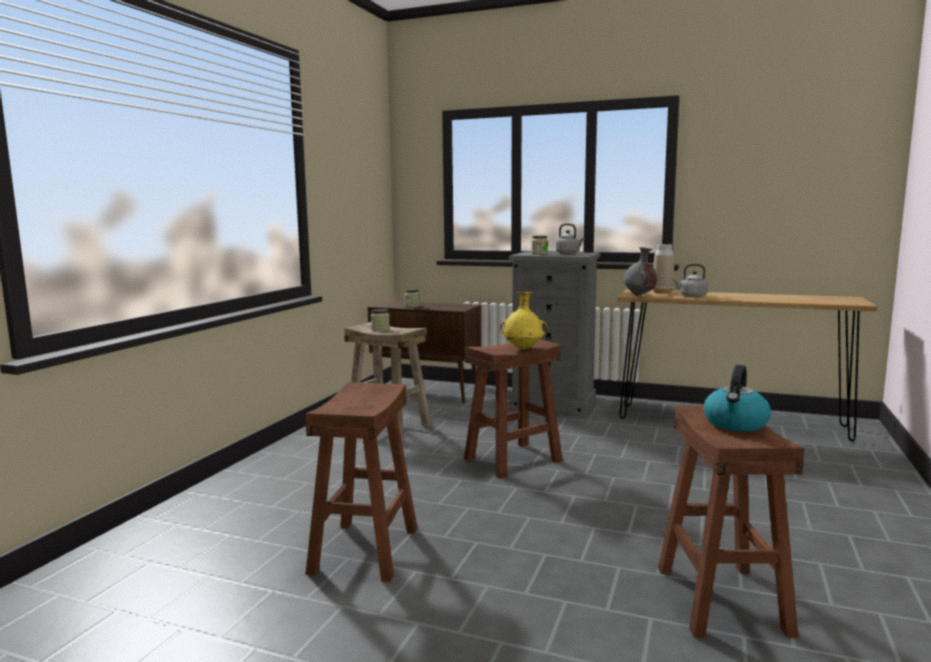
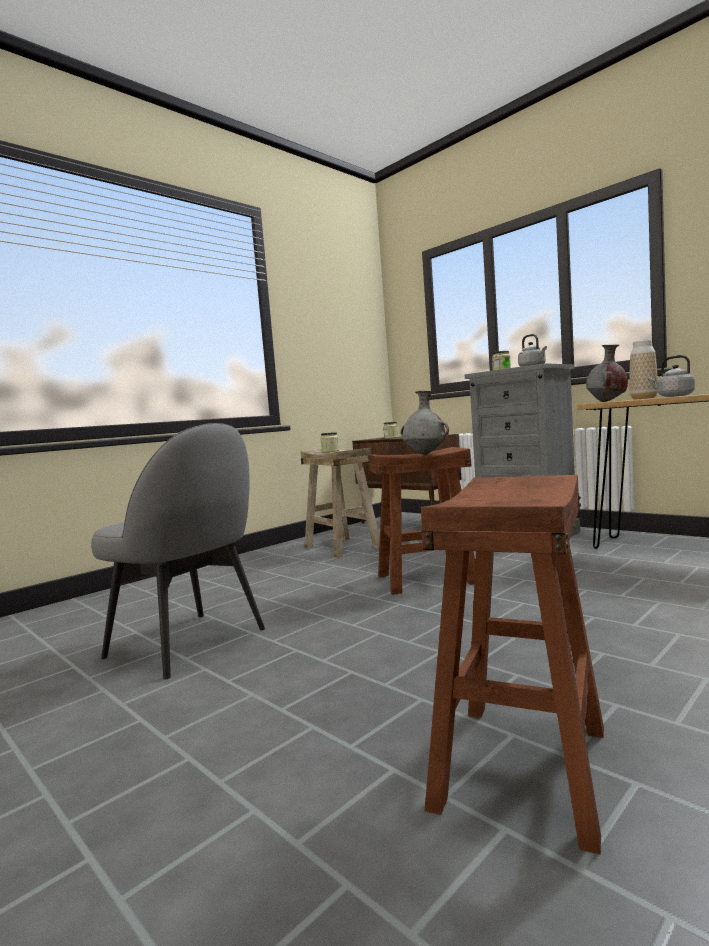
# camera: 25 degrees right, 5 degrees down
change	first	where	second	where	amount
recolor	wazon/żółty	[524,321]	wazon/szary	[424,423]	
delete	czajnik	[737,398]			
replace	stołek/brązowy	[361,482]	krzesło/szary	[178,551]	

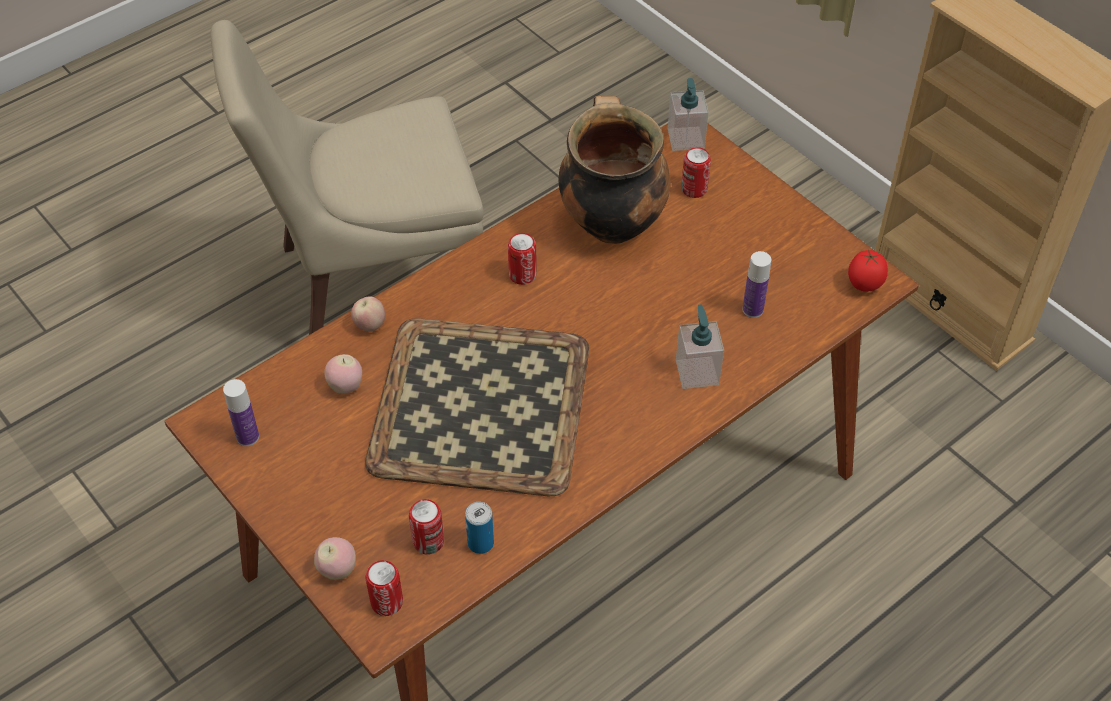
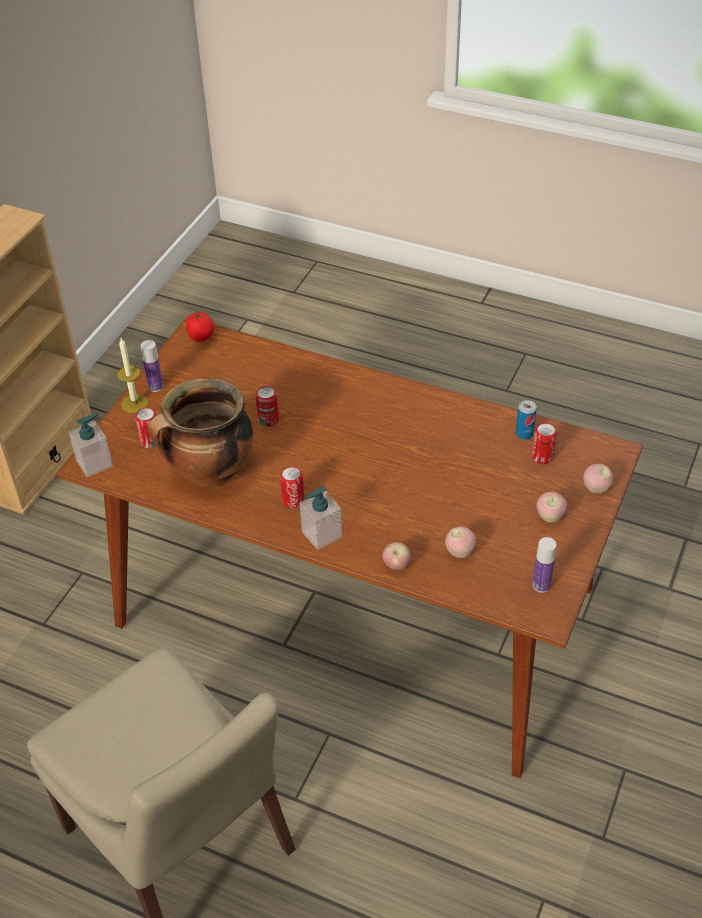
# camera: 115 degrees left, 5 degrees down
change	first	where	second	where	amount
move	butelka	[756,284]		[152,366]	
move	dozownik mydła	[700,346]		[321,518]	
delete	taca	[477,407]			
move	puszka	[384,588]		[267,406]	
insert			świeca	[132,375]	
insert			jabłko	[551,507]	

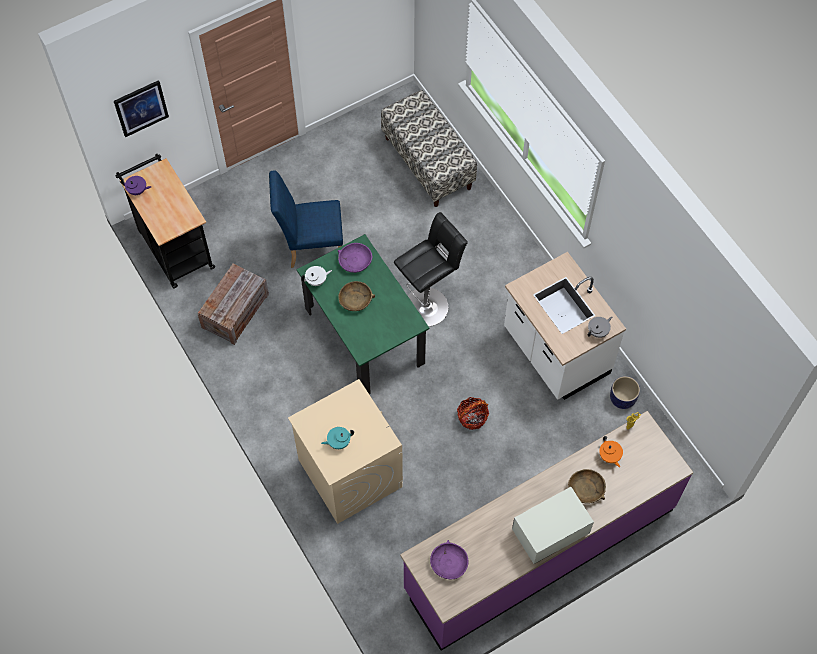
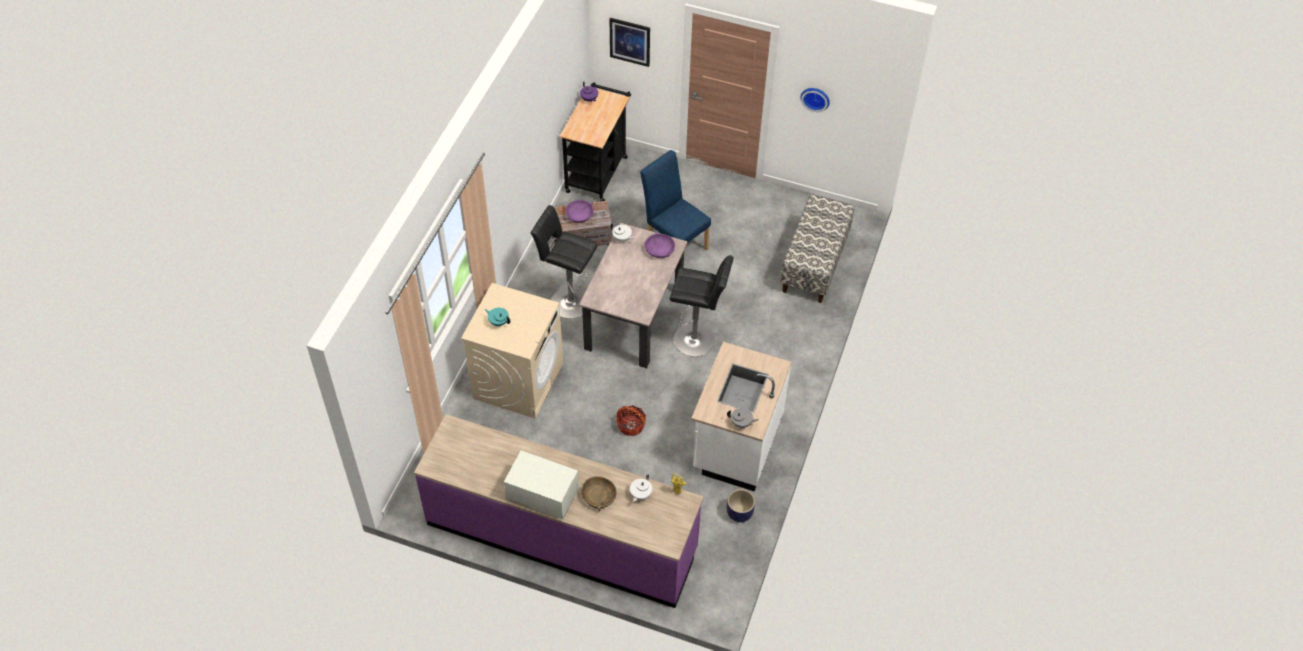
# camera: 50 degrees right, 10 degrees down
change	first	where	second	where	amount
recolor	stół jadalny/zielony	[363,314]	stół jadalny/beżowy	[633,295]	
delete	miska/brązowy	[356,296]			
recolor	imbryk/pomarańczowy	[611,451]	imbryk/biały	[641,488]	
move	miska/fioletowy	[449,559]		[580,211]	
insert			zegar ścienny	[815,100]	
insert			stołek/czarny	[564,262]	

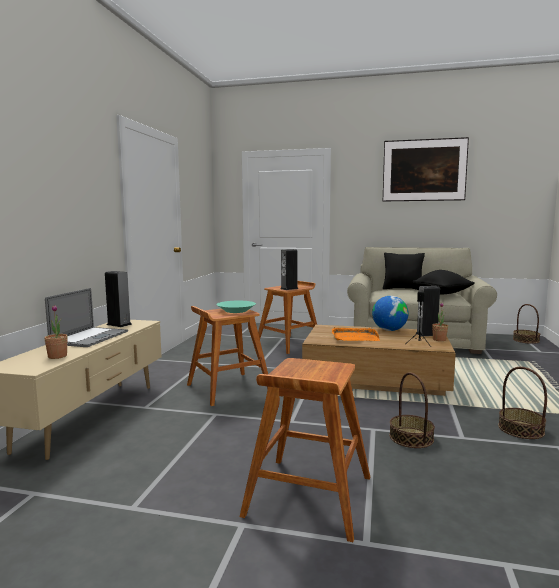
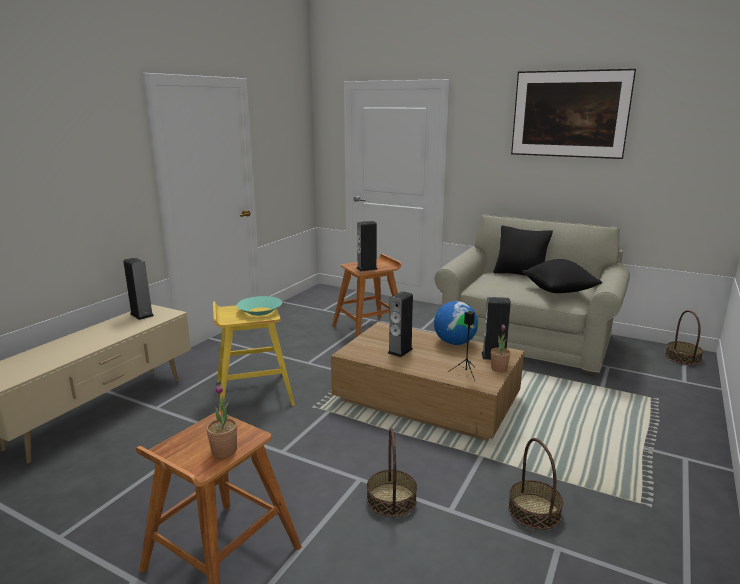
# camera: 15 degrees right, 10 degrees up
change	first	where	second	where	amount
delete	laptop	[86,317]			
move	roślina doniczkowa	[56,332]		[221,421]	
recolor	stołek/brązowy	[227,356]	stołek/żółty	[254,357]	
replace	taca/pomarańczowy	[356,334]	głośnik	[400,324]	

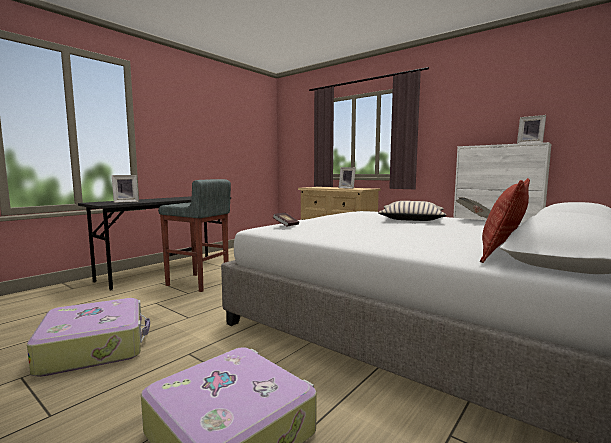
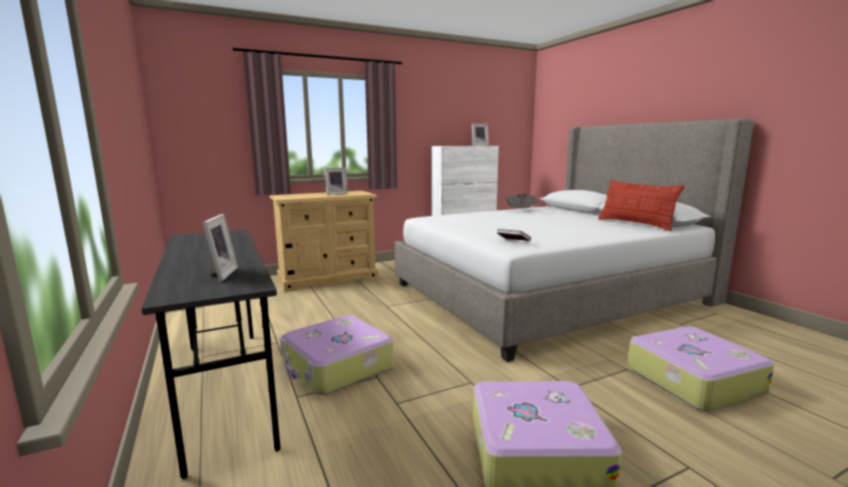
# camera: 65 degrees left, 5 degrees up
change	first	where	second	where	amount
replace	stołek/szary	[194,235]	walizka	[337,355]	
delete	poduszka/beżowy	[412,211]			

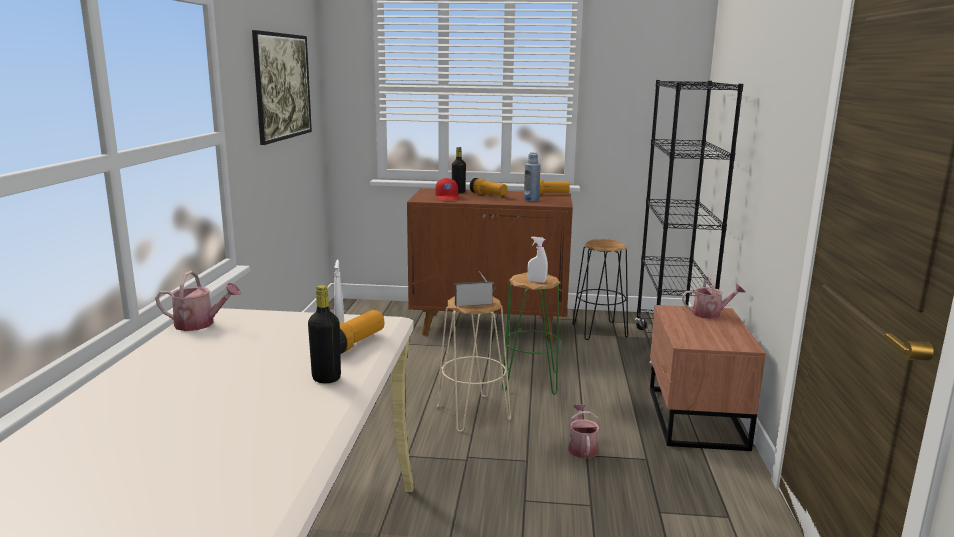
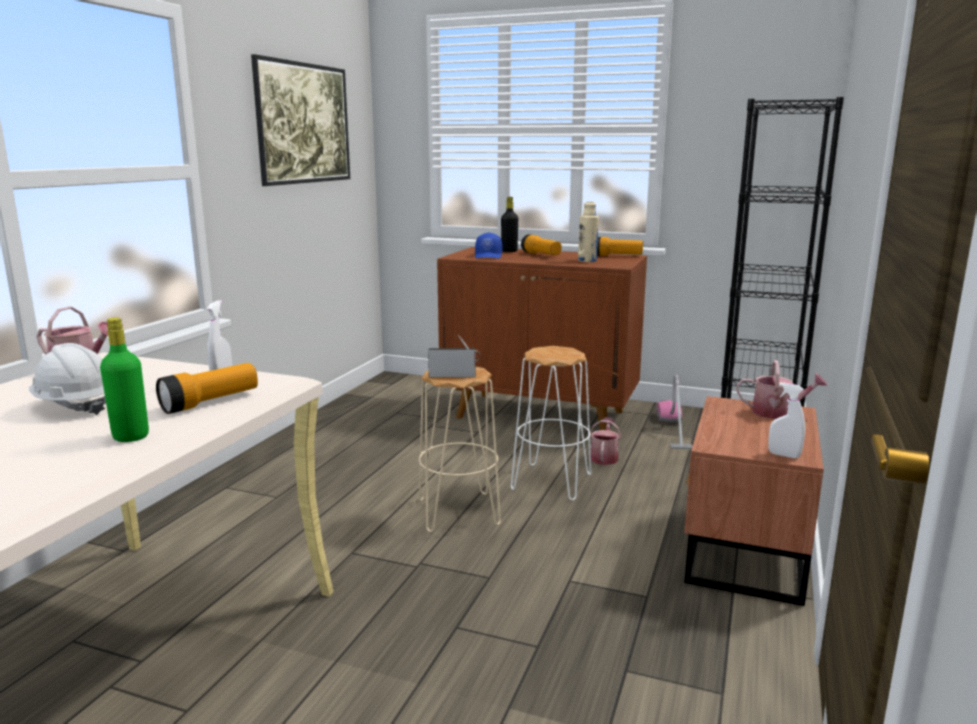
# camera: 15 degrees right, 0 degrees up
change	first	where	second	where	amount
recolor	butelka/niebieski	[532,176]	butelka/beżowy	[588,231]	
recolor	czapka z daszkiem/czerwony	[447,189]	czapka z daszkiem/niebieski	[488,245]	
move	spryskiwacz/biały	[537,260]		[786,421]	
replace	stołek/czarny	[600,289]	odkurzacz	[675,412]	
recolor	stołek/zielony	[532,333]	stołek/biały	[551,423]	
recolor	butelka/czarny	[324,334]	butelka/zielony	[124,380]	
move	konewka	[584,431]		[605,441]	
insert			kask/biały	[67,379]	

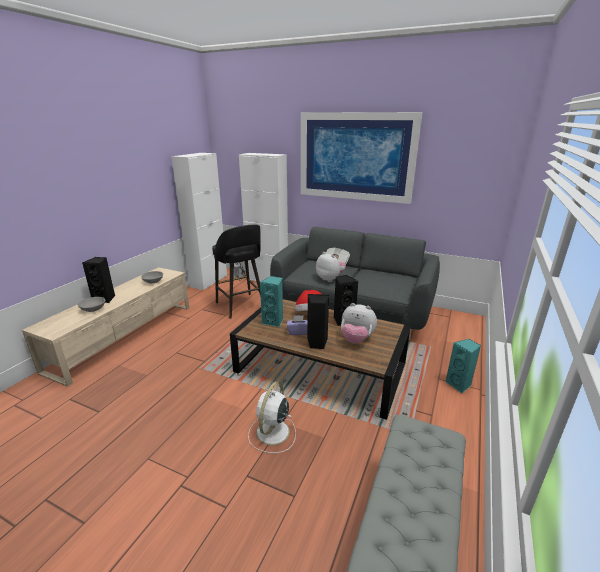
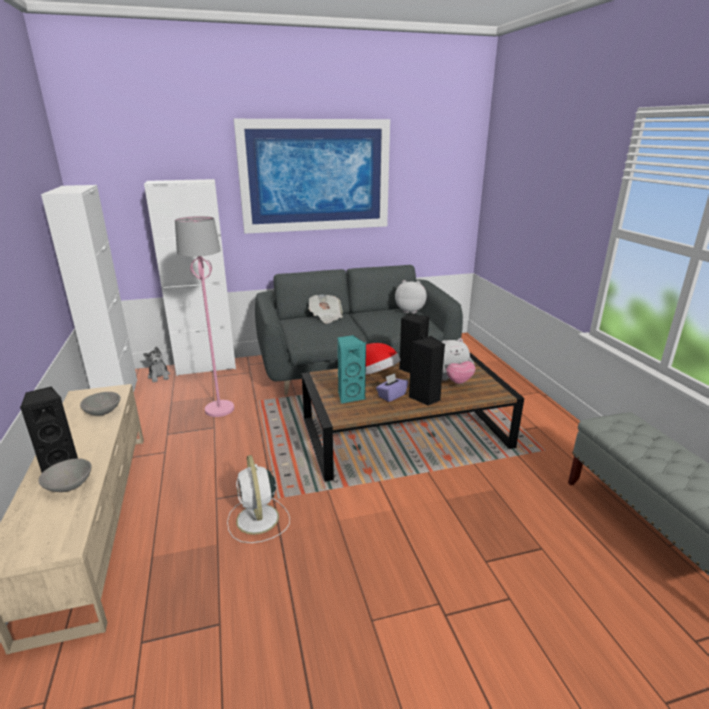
# camera: 40 degrees left, 0 degrees up
change	first	where	second	where	amount
replace	stołek/czarny	[236,272]	lampa stojąca/różowy	[204,316]	
move	pluszak	[331,267]		[411,297]	
delete	głośnik/turkusowy	[463,366]			
move	wentylator/biały	[272,417]		[258,499]	

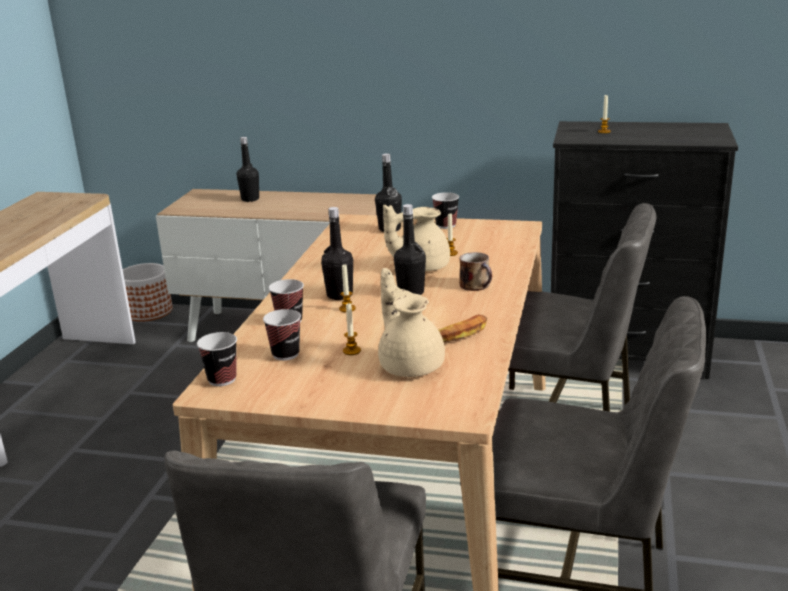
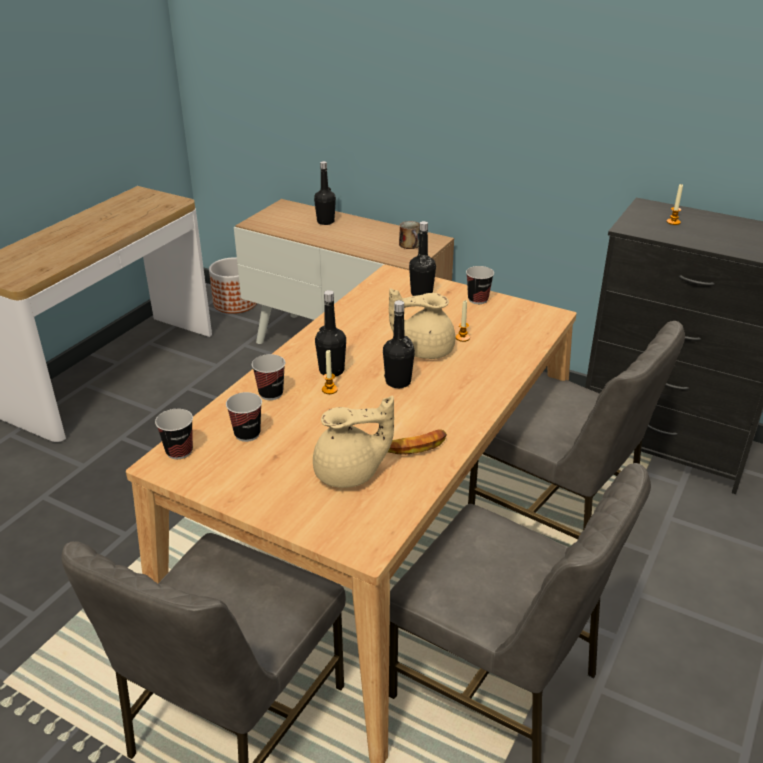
# camera: 15 degrees right, 10 degrees up
change	first	where	second	where	amount
move	kubek	[475,271]		[409,235]	
rotate	imbryk/beżowy	[411,322]		[353,442]	90 degrees clockwise
delete	świeca	[352,328]			

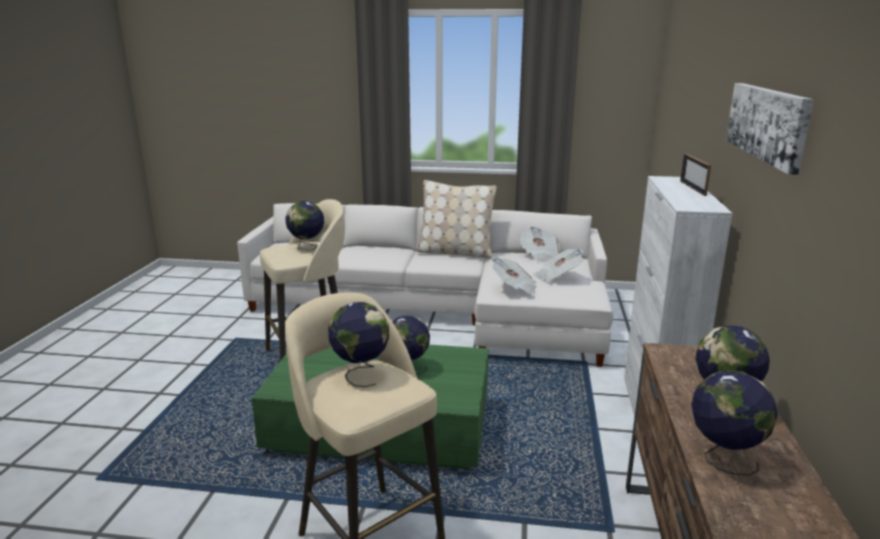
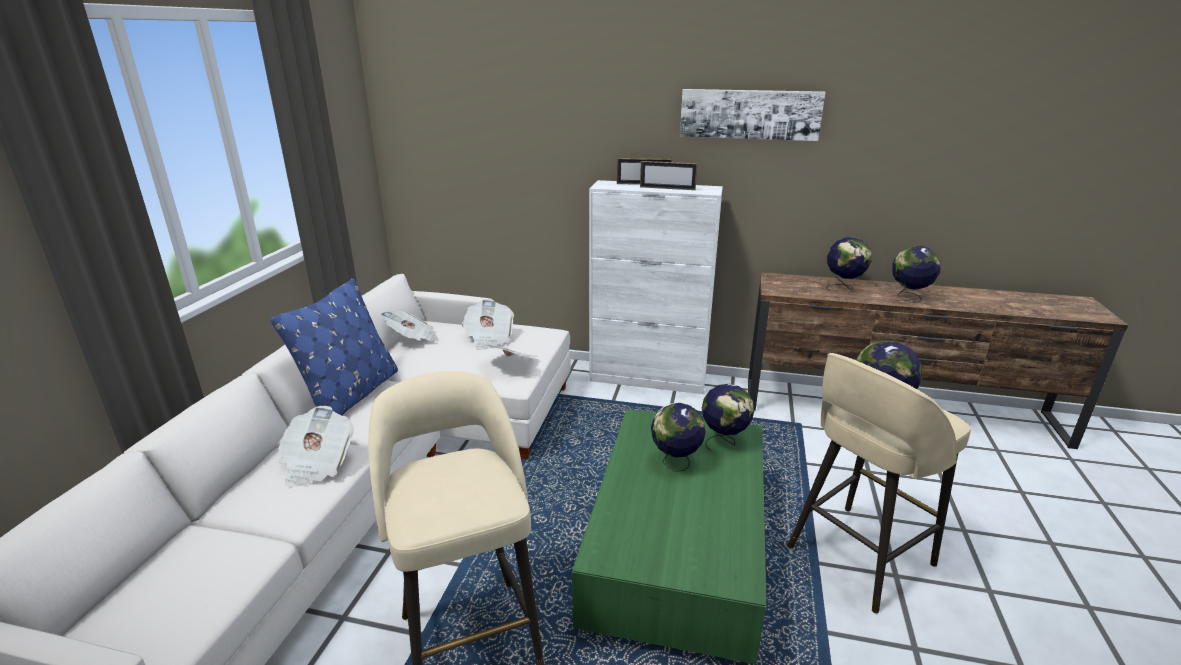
# camera: 85 degrees left, 5 degrees up
change	first	where	second	where	amount
recolor	poduszka/beżowy	[457,219]	poduszka/niebieski	[334,346]	
move	globus	[304,226]		[728,418]	
insert			ramka na zdjęcie	[668,175]	
insert			gazeta	[315,447]	

